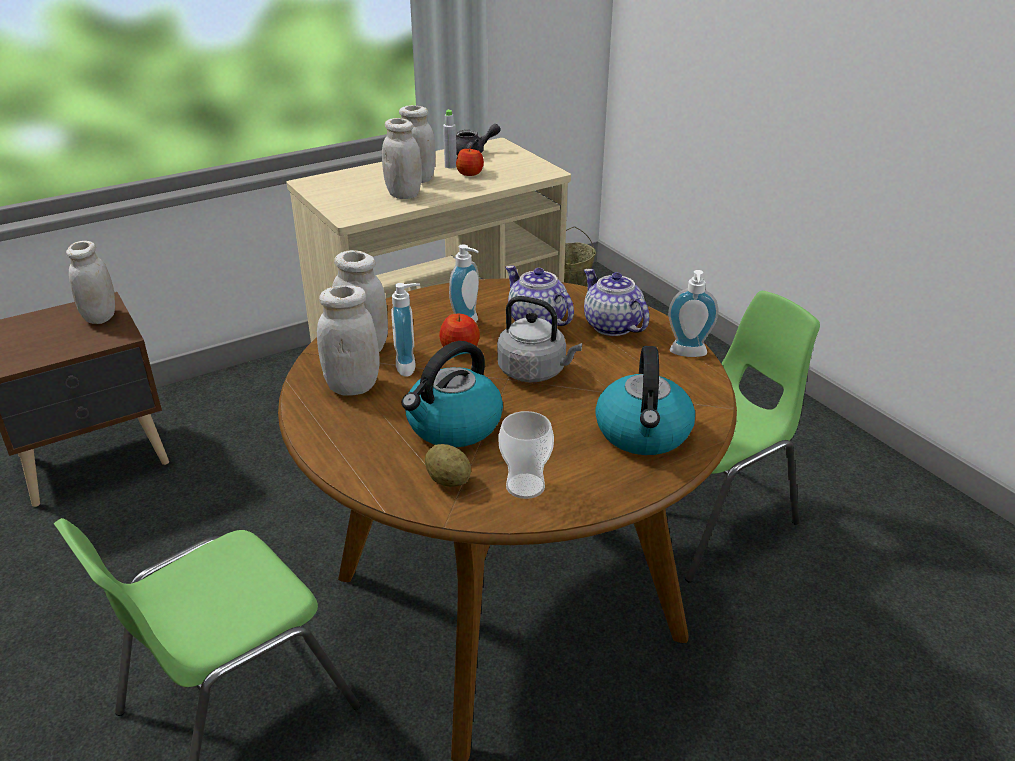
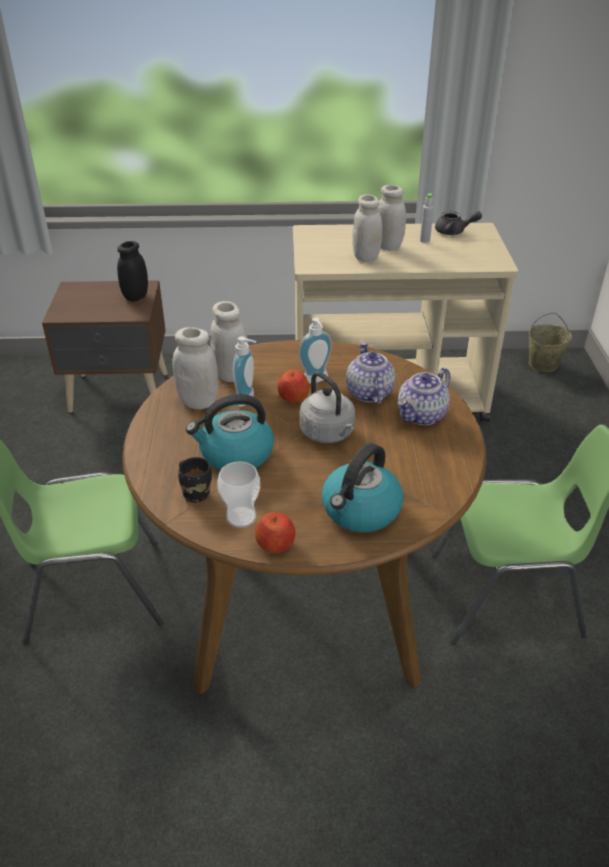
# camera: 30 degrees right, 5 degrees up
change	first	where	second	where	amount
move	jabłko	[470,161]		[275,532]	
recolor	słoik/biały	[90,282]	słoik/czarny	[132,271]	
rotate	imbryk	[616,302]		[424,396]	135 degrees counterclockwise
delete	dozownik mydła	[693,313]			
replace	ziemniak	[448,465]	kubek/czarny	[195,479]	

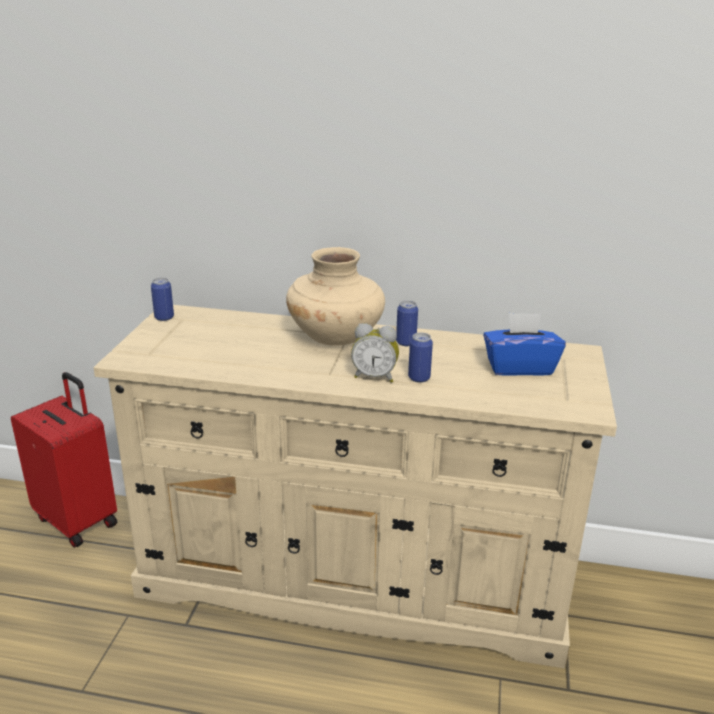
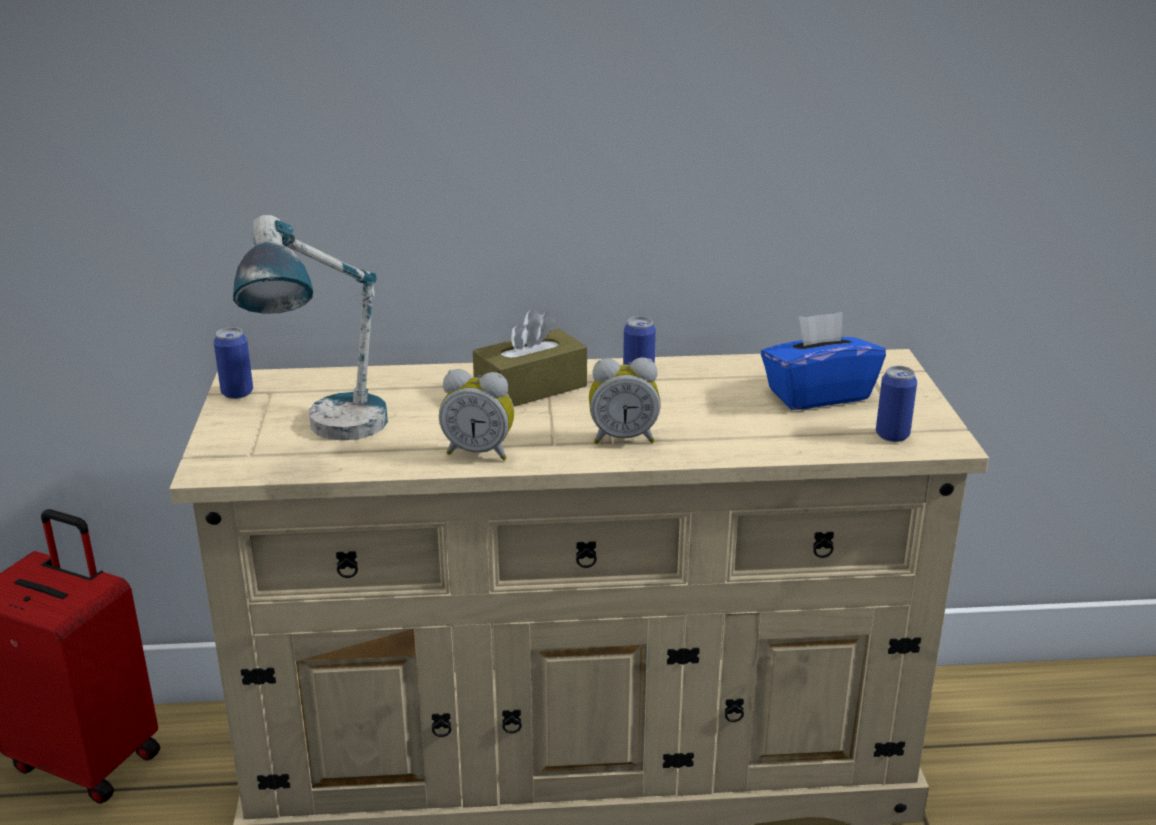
# camera: 15 degrees left, 0 degrees up
change	first	where	second	where	amount
replace	wazon/beżowy	[335,296]	pudełko chusteczek/brązowy	[530,357]	
move	puszka	[420,358]		[896,404]	
insert			lampa stołowa	[310,328]	
insert			budzik	[476,414]	

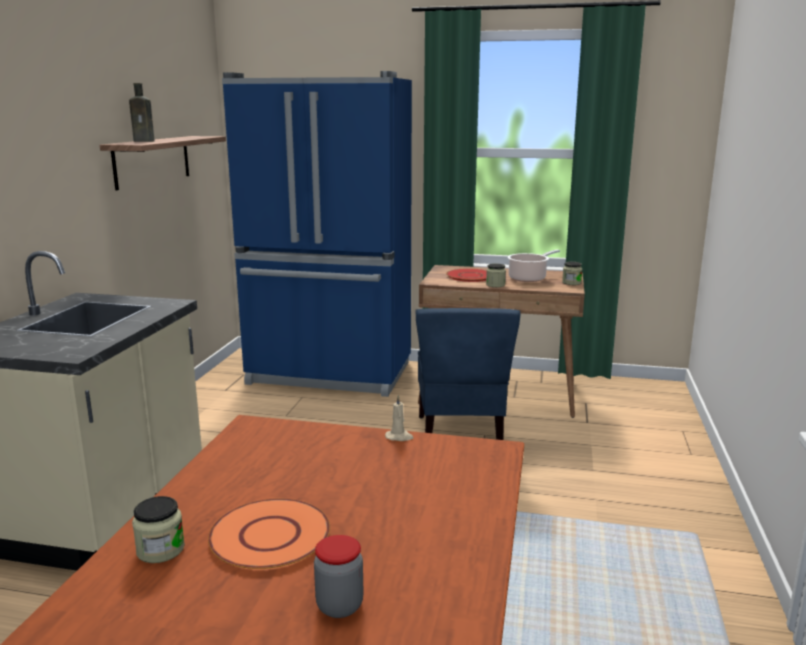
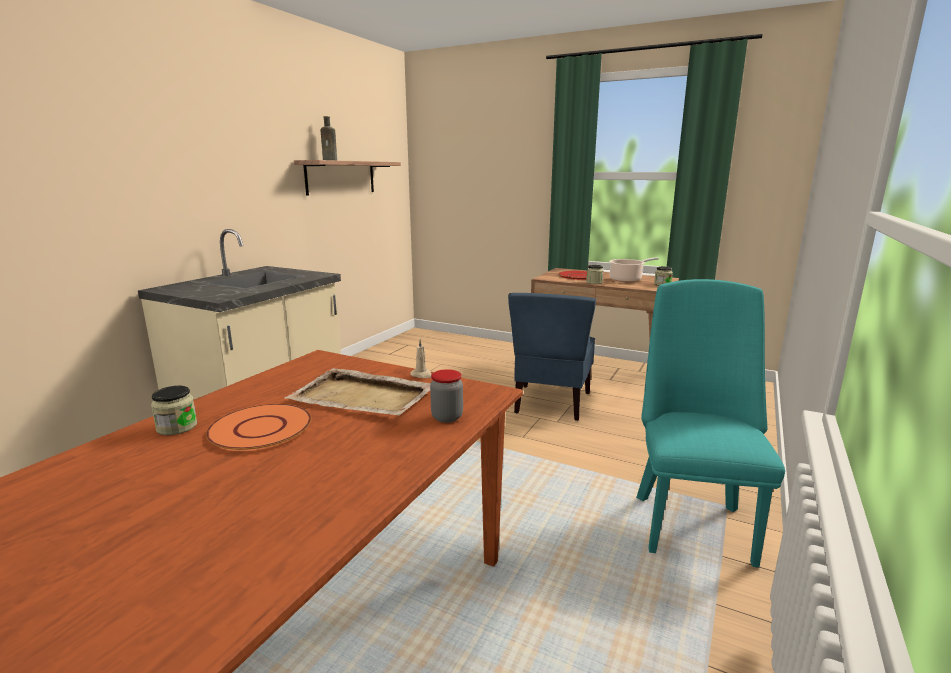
# camera: 15 degrees right, 0 degrees up
change	first	where	second	where	amount
delete	lodówka/niebieski	[317,234]			
move	słoik	[339,576]		[446,396]	
insert			krzesło/turkusowy	[710,423]	
insert			taca/beżowy	[358,392]	

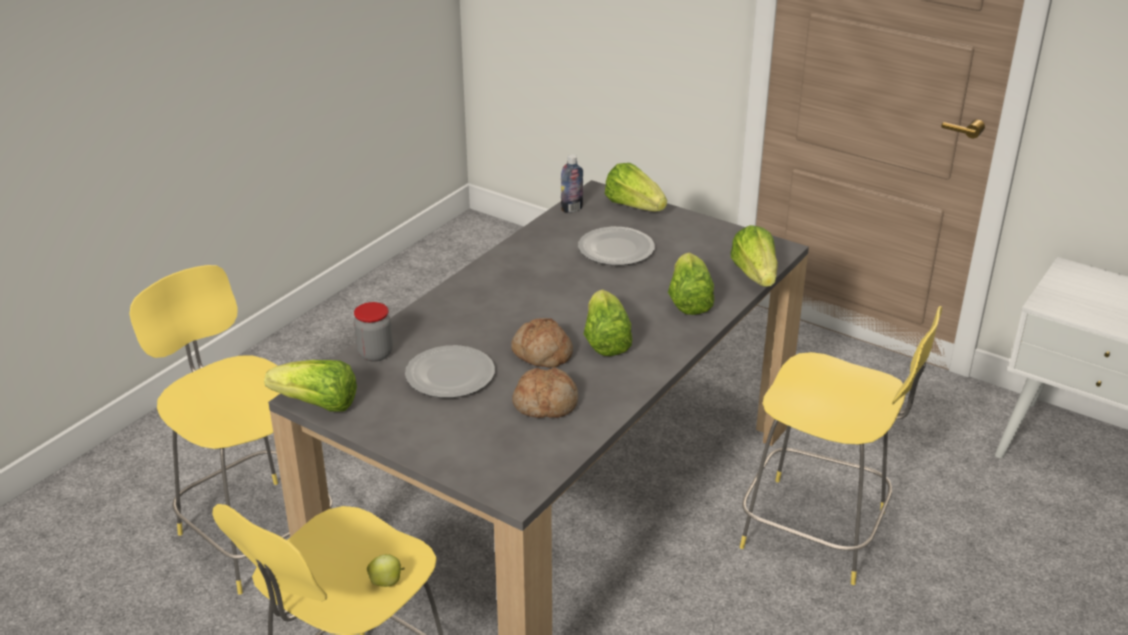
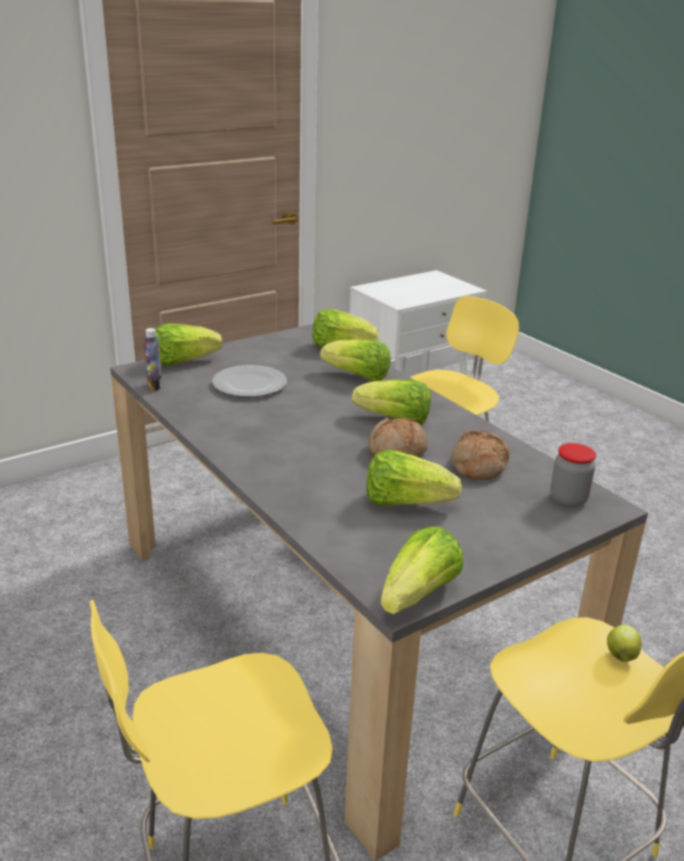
# camera: 70 degrees left, 5 degrees down
change	first	where	second	where	amount
move	słoik	[373,332]		[573,475]	
replace	talerz	[450,371]	sałata	[414,477]	

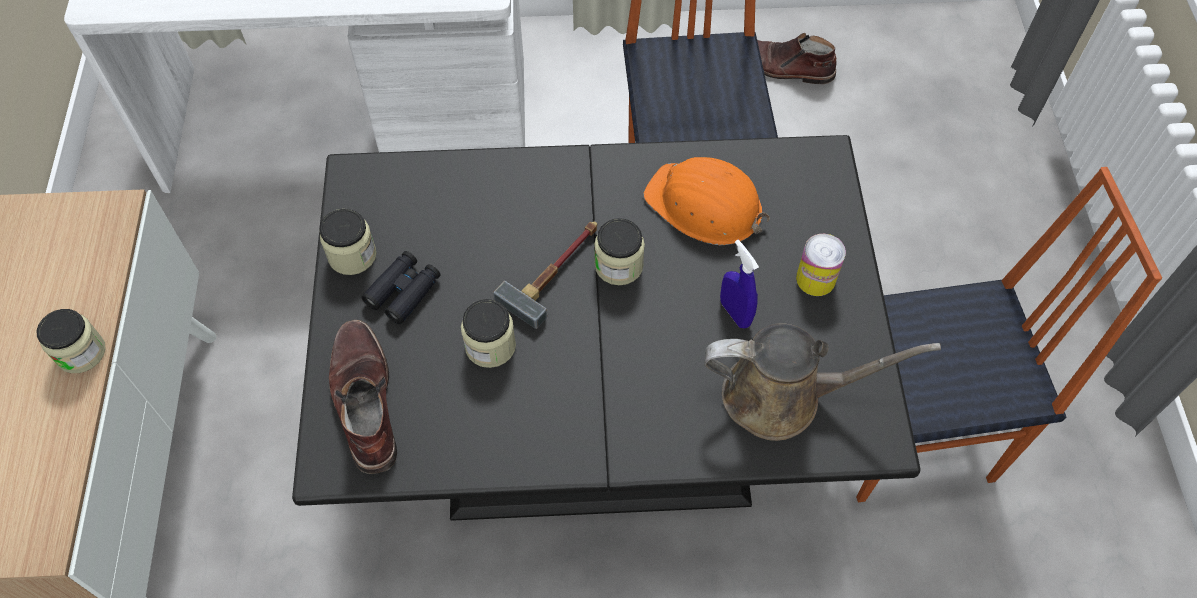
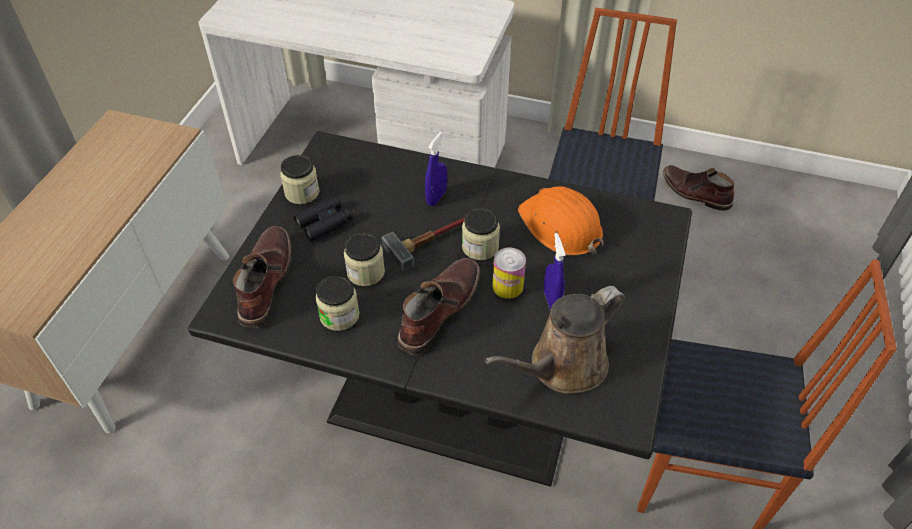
# camera: 20 degrees right, 10 degrees down
change	first	where	second	where	amount
move	puszka	[821,265]		[509,273]	
move	słoik	[71,341]		[337,303]	
rotate	konewka/brązowy	[822,382]		[554,339]	120 degrees clockwise
insert			spryskiwacz/niebieski	[436,168]	
insert			but z cholewką/brązowy	[439,306]	

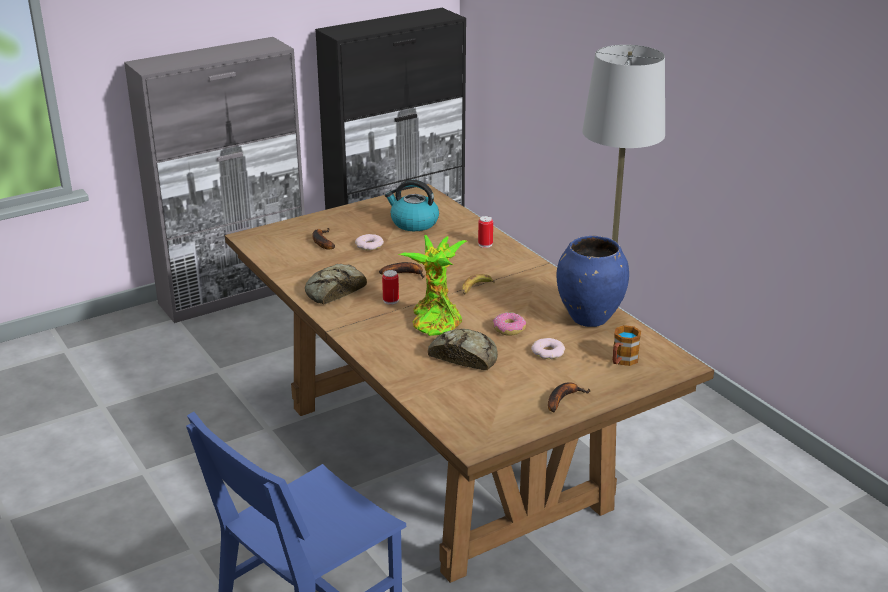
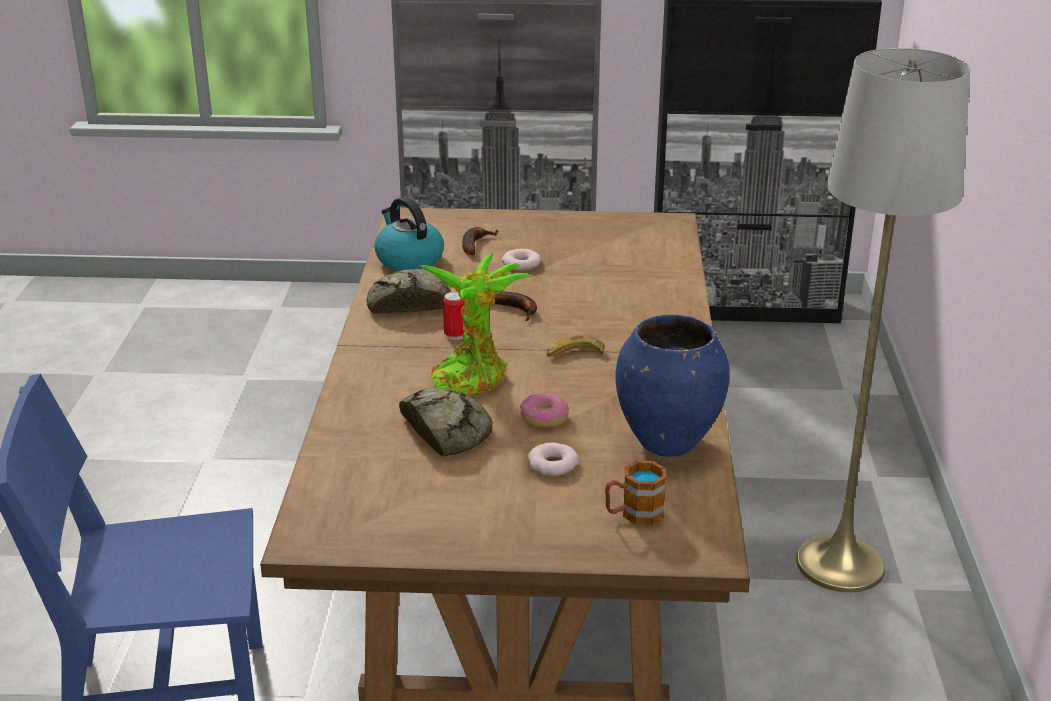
# camera: 35 degrees right, 0 degrees up
change	first	where	second	where	amount
move	czajnik	[412,205]		[409,234]	
delete	puszka	[485,232]			
delete	banan	[569,397]			

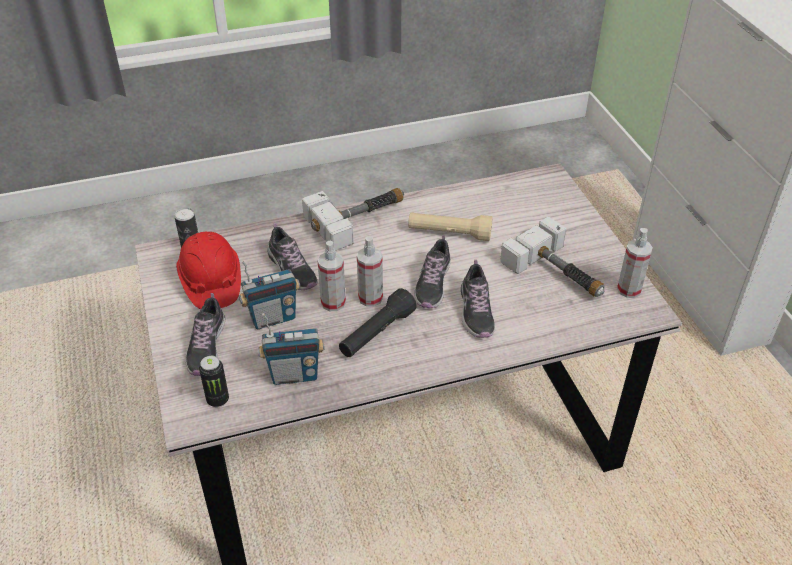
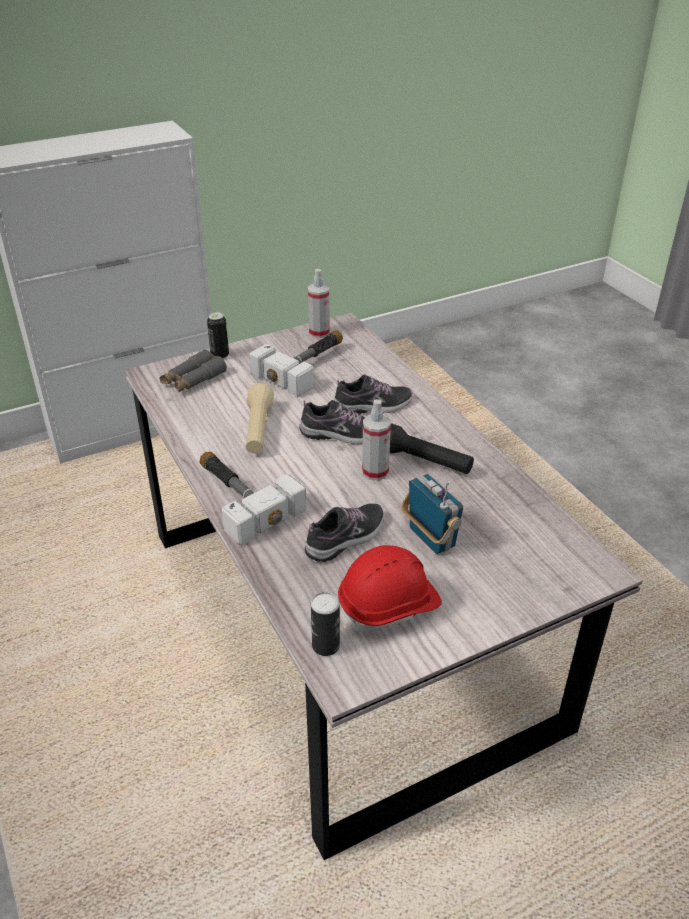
# camera: 100 degrees left, 5 degrees down
change	first	where	second	where	amount
delete	spryskiwacz	[332,275]			
delete	but	[205,334]			
delete	radio	[291,349]			
move	puszka	[214,381]		[218,335]	
insert			lornetka/szary	[193,371]	

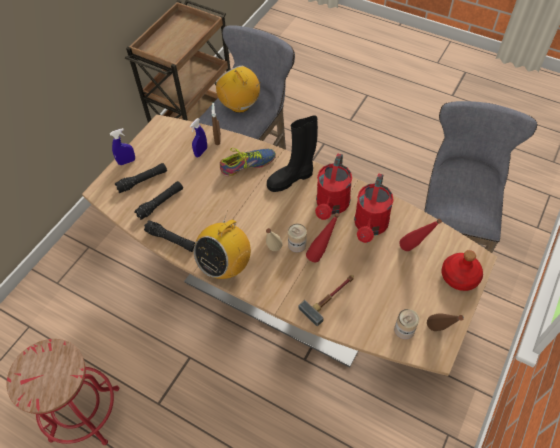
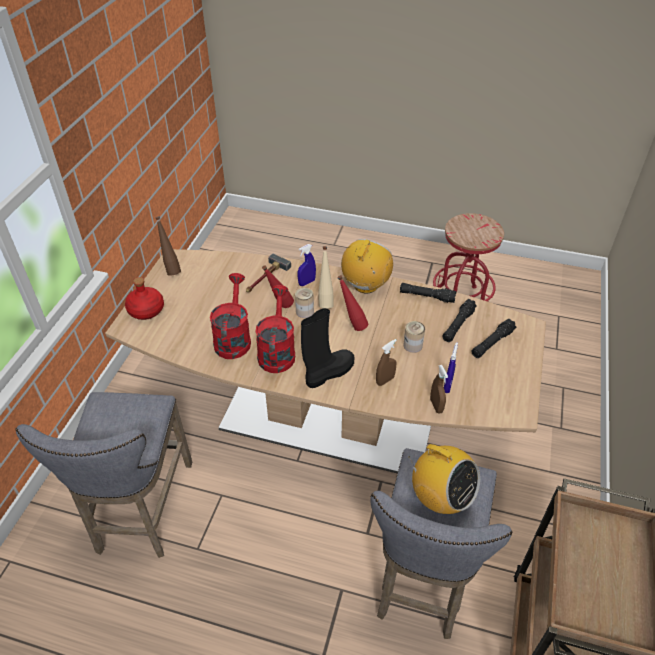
# camera: 165 degrees right, 10 degrees down
change	first	where	second	where	amount
move	spryskiwacz/niebieski	[122,146]		[307,265]	
replace	but	[248,162]	spryskiwacz/brązowy	[386,362]	
move	butelka/czerwony	[420,235]		[352,303]	
move	puszka	[406,324]		[414,337]	

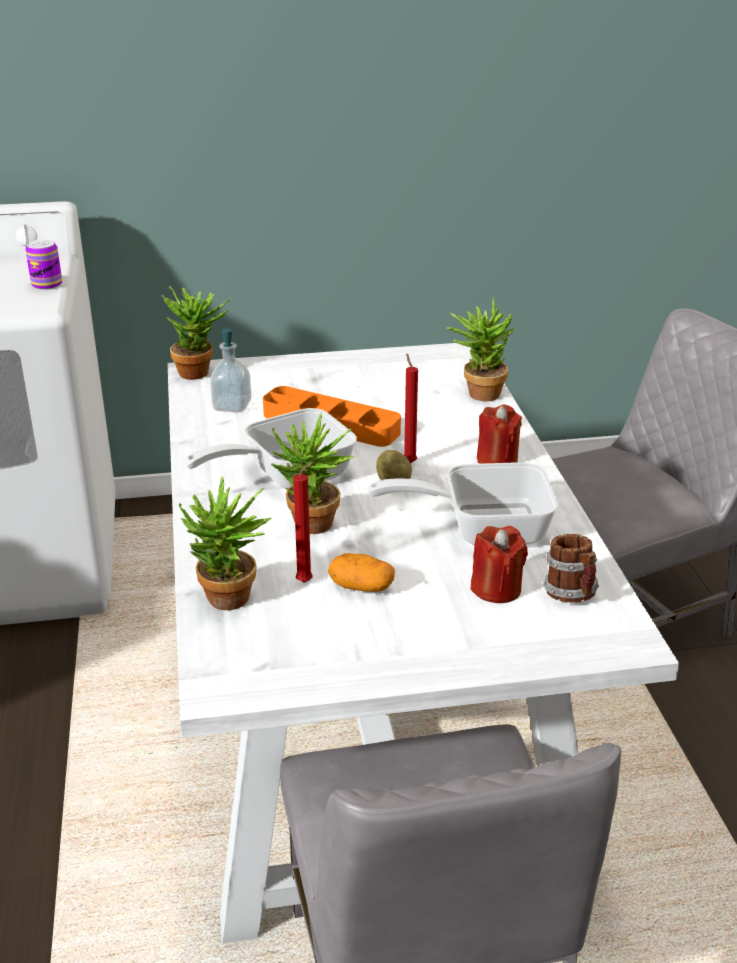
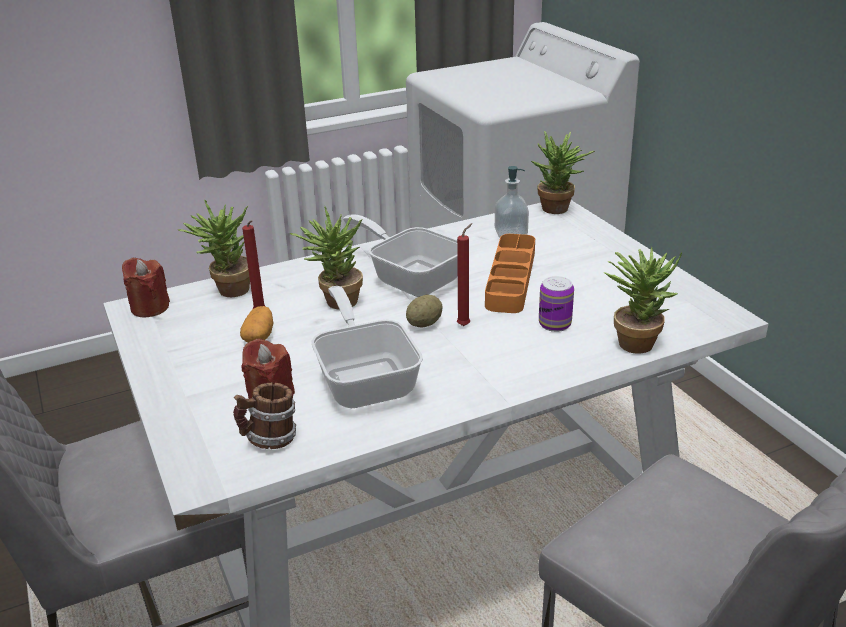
# camera: 75 degrees right, 0 degrees up
change	first	where	second	where	amount
move	puszka	[44,264]		[556,304]	
move	świeca/czerwony	[499,434]		[146,288]	

